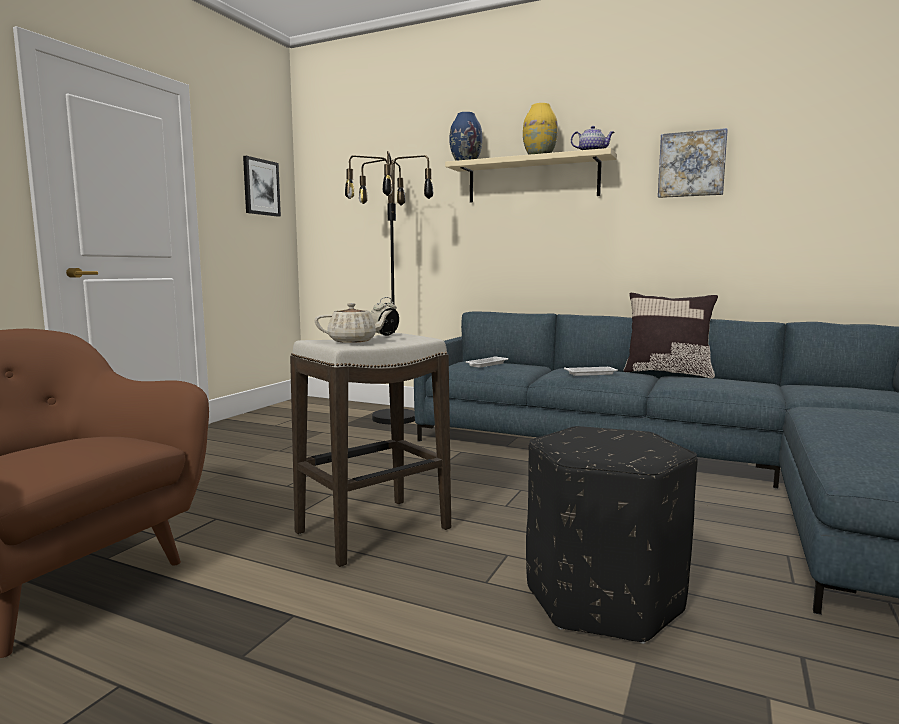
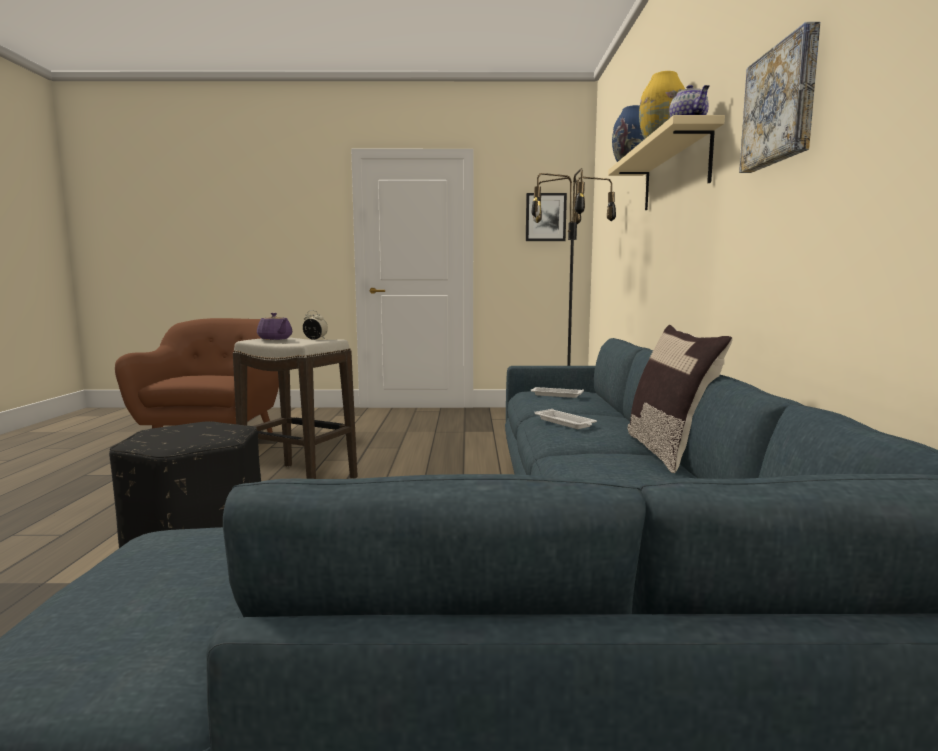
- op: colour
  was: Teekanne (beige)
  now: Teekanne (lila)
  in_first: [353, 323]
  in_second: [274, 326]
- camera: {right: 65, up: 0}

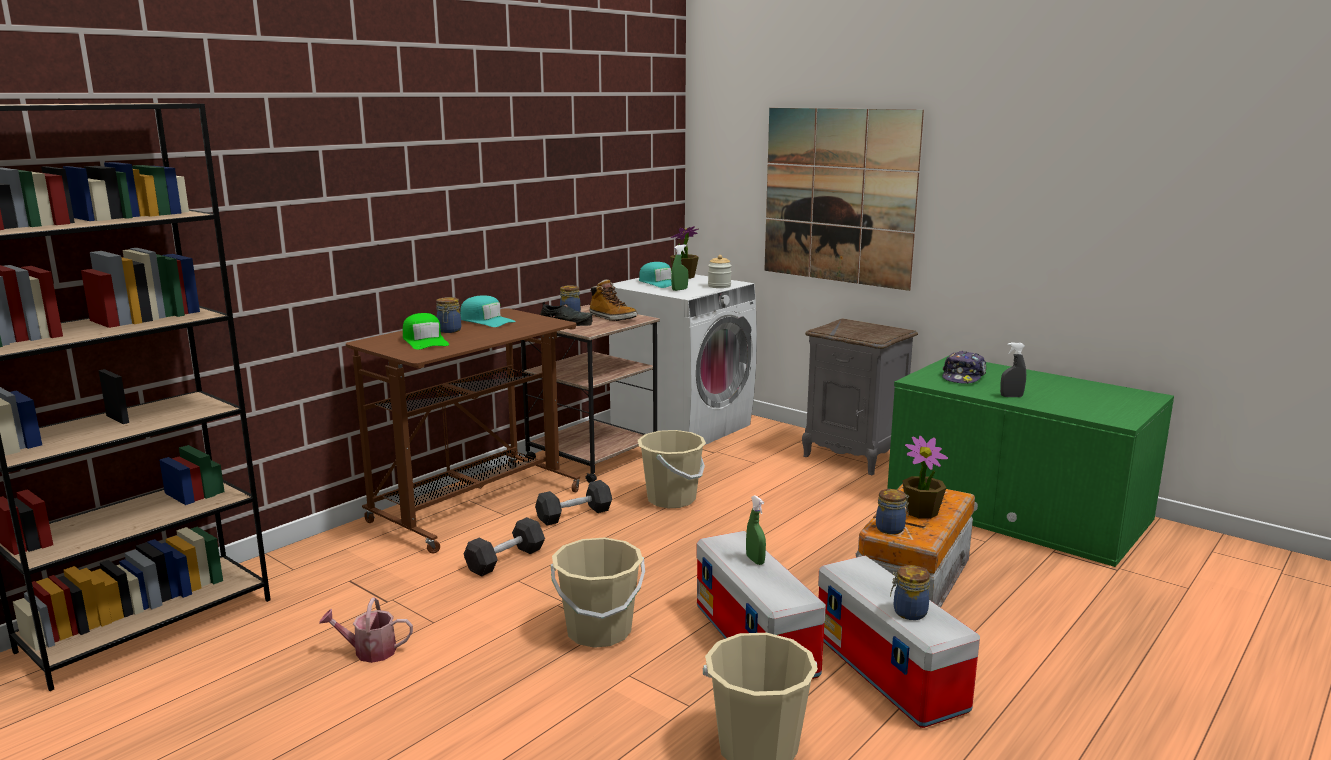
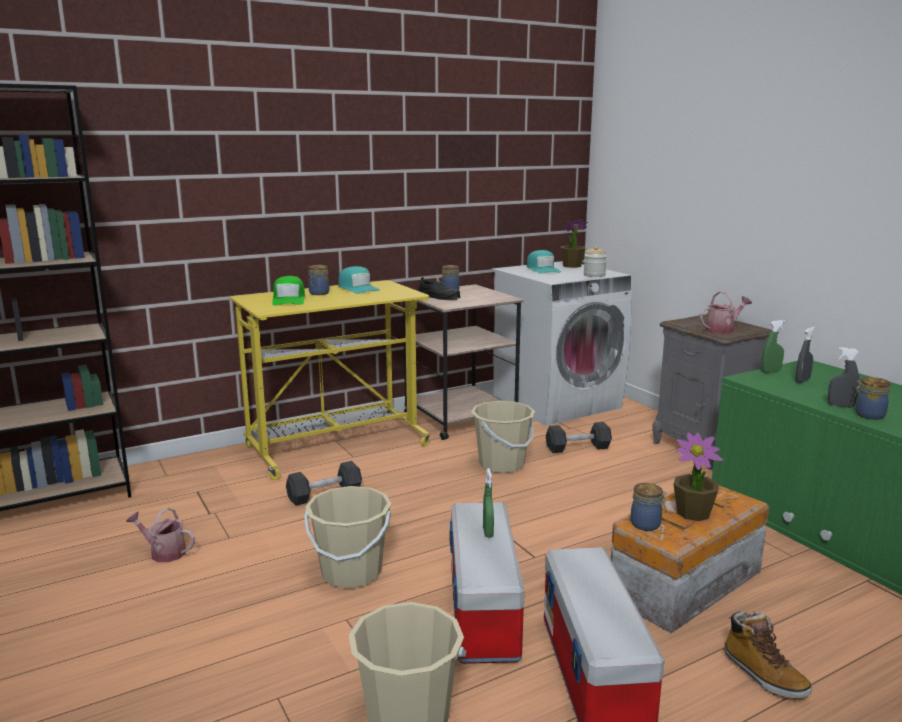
- op: colour
  was: Schreibtisch (braun)
  now: Schreibtisch (gelb)
  in_first: [463, 430]
  in_second: [329, 380]
- op: relocated
  was: Hantel (schwarz)
  in_first: [573, 503]
  in_second: [579, 437]
- op: relocated
  was: Stiefel
  in_first: [613, 300]
  in_second: [768, 654]
- op: relocated
  was: Sprühflasche (grün)
  in_first: [679, 267]
  in_second: [773, 346]
- op: missing
  was: Bild
  in_first: [844, 199]
- op: relocated
  was: Vorratsglas
  in_first: [910, 592]
  in_second: [872, 398]
- op: exchanged
  was: Kappe
  now: Sprühflasche (grau)
  in_first: [964, 367]
  in_second: [805, 355]
- op: appeared
  now: Gießkanne
  in_second: [726, 312]
- camera: {right: 20, up: 0}

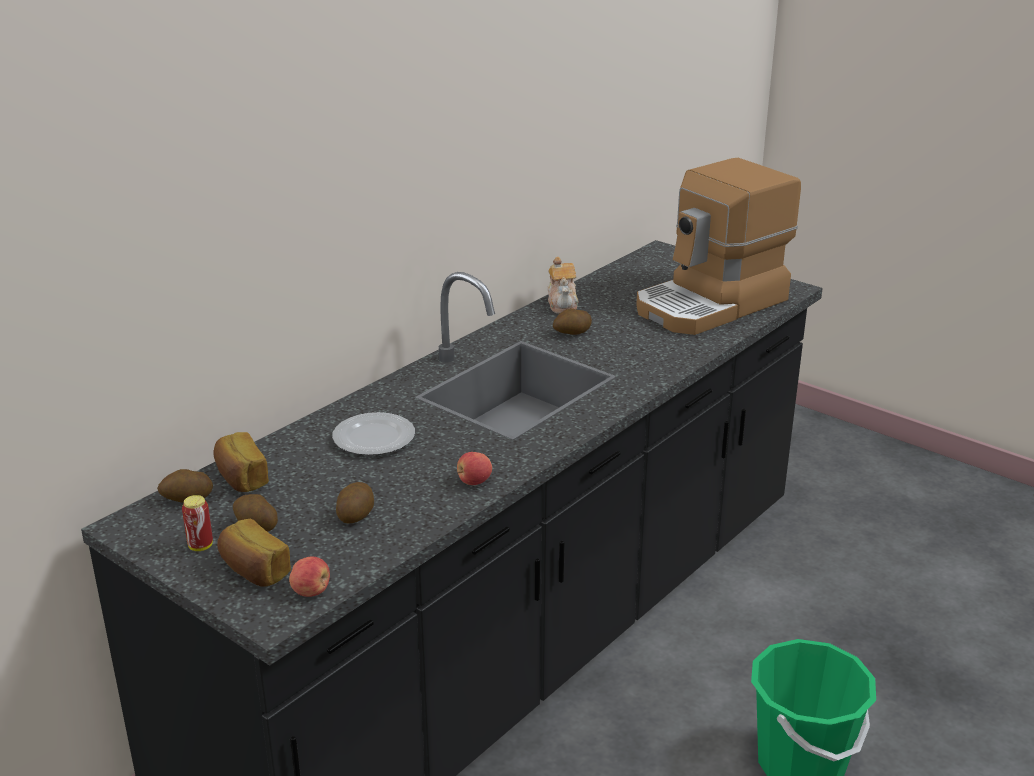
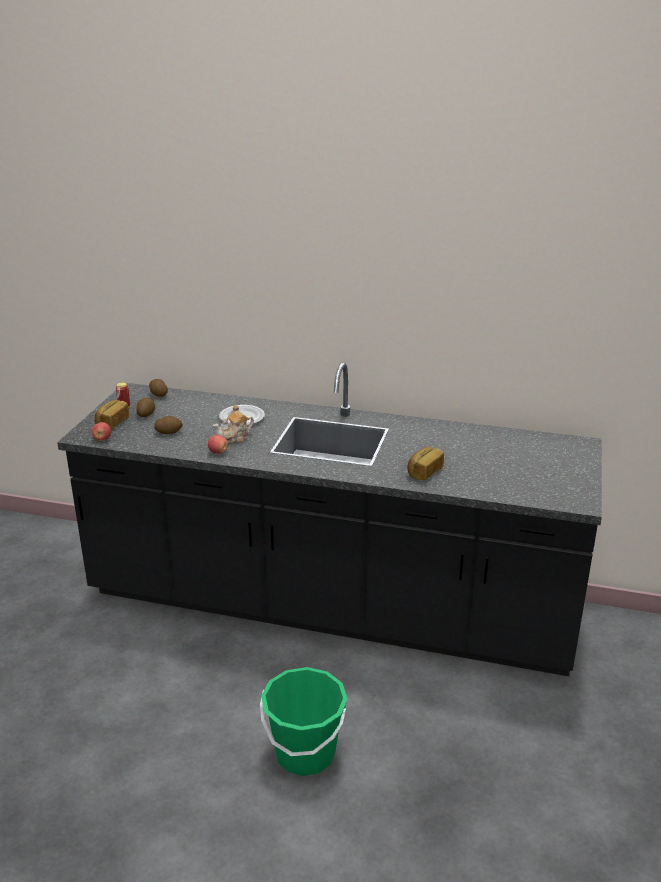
- op: relocated
  was: Brot
  in_first: [241, 462]
  in_second: [425, 463]
- op: relocated
  was: Teekanne
  in_first: [563, 285]
  in_second: [233, 424]
- op: missing
  was: Kartoffel
  in_first: [572, 322]
- op: missing
  was: Kaffeemaschine
  in_first: [718, 246]
- camera: {right: 65, up: 0}

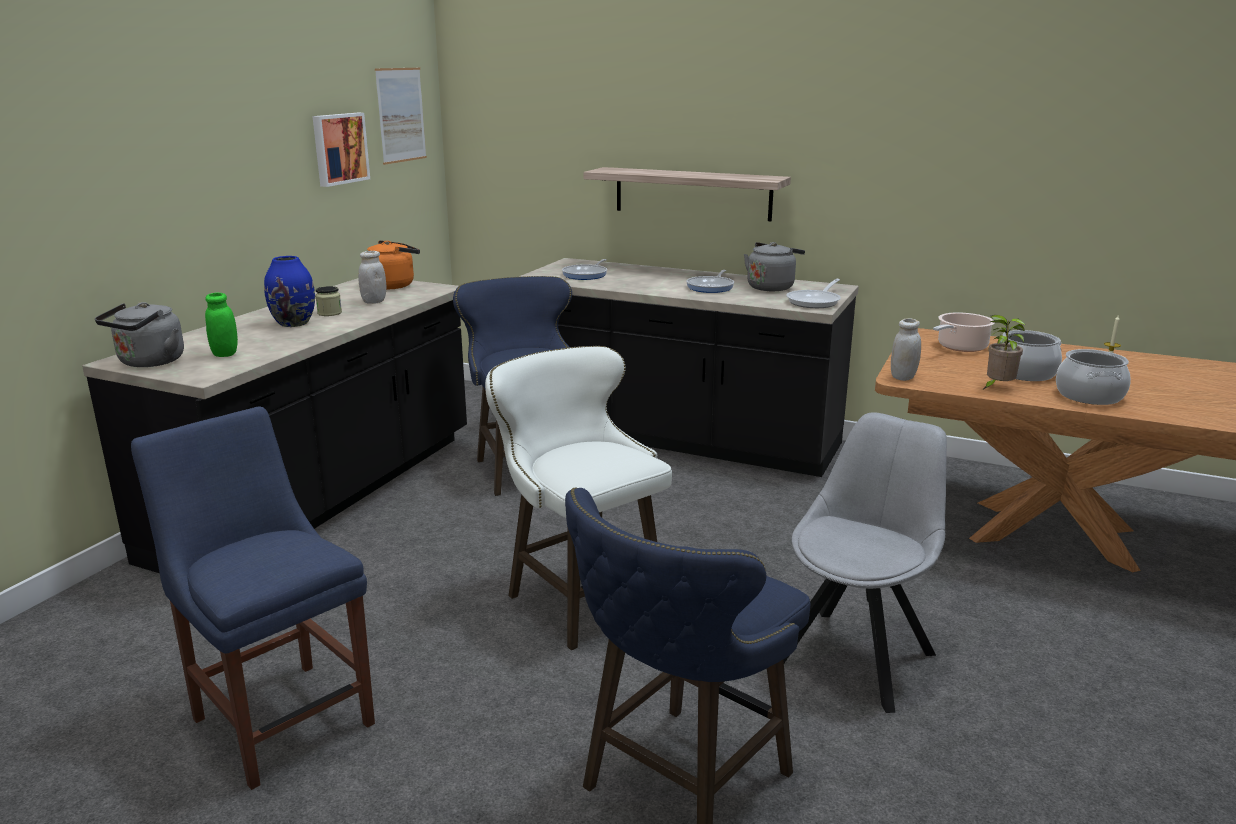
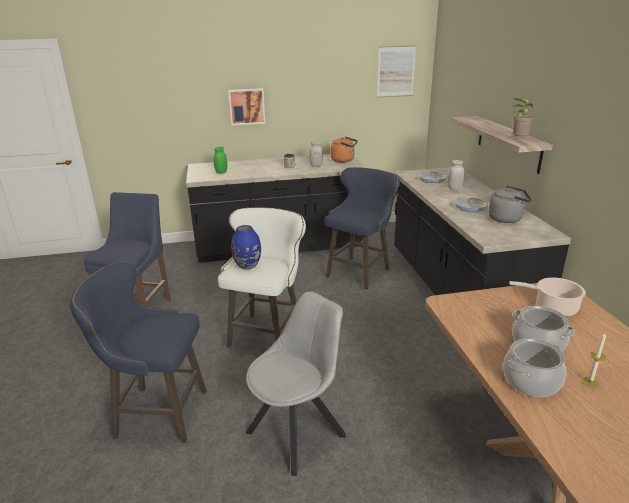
- op: missing
  was: Wasserkessel (grau)
  in_first: [139, 334]
- op: relocated
  was: Vase (blau)
  in_first: [289, 291]
  in_second: [246, 247]
- op: relocated
  was: Bild
  in_first: [341, 150]
  in_second: [246, 106]
- op: spun
  was: Stuhl (grau)
  in_first: [865, 562]
  in_second: [296, 383]
  clockwise: -45
- op: missing
  was: Pfanne
  in_first: [813, 293]
- op: relocated
  was: Vorratsglas (weiß)
  in_first: [906, 349]
  in_second: [456, 175]
- op: relocated
  was: Topfpflanze
  in_first: [1004, 352]
  in_second: [521, 117]
- camera: {right: 55, up: 5}

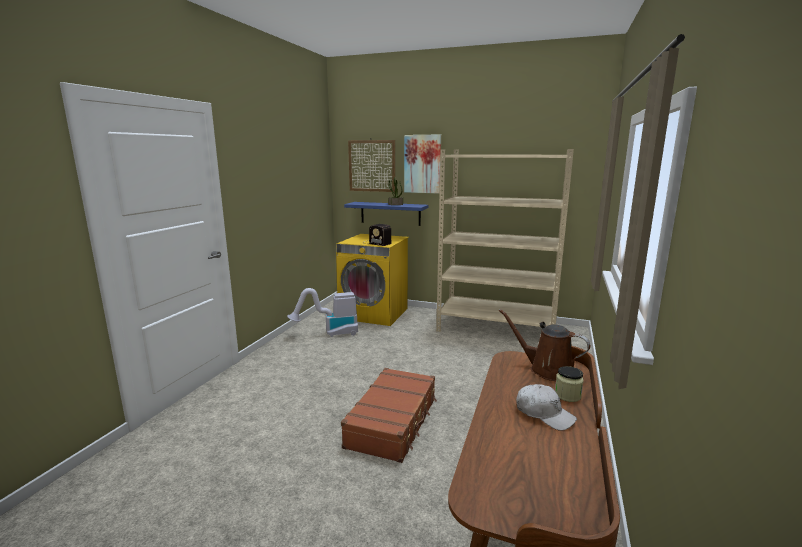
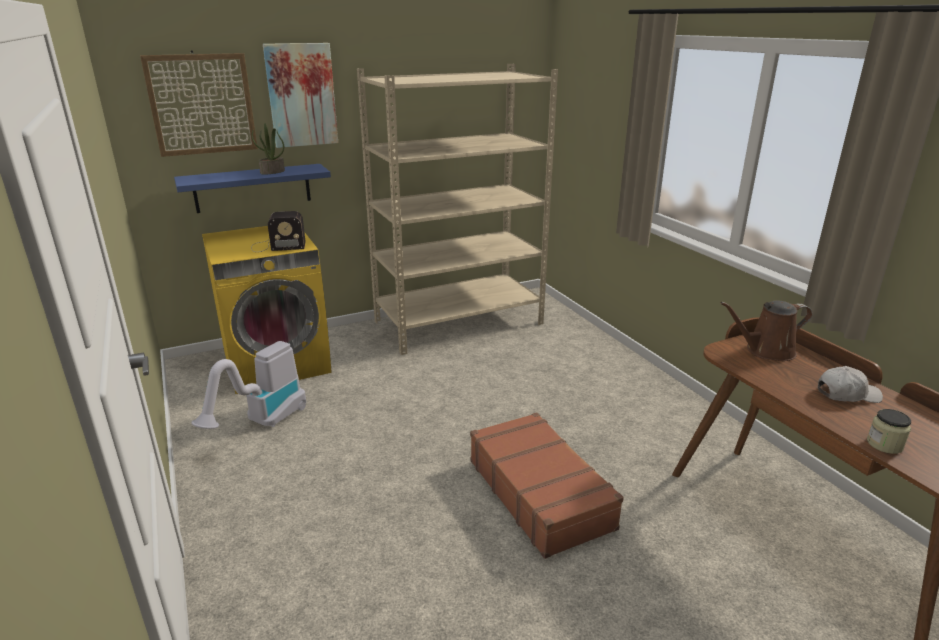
- op: relocated
  was: Vorratsglas
  in_first: [569, 384]
  in_second: [889, 431]
- camera: {right: -45, up: 10}

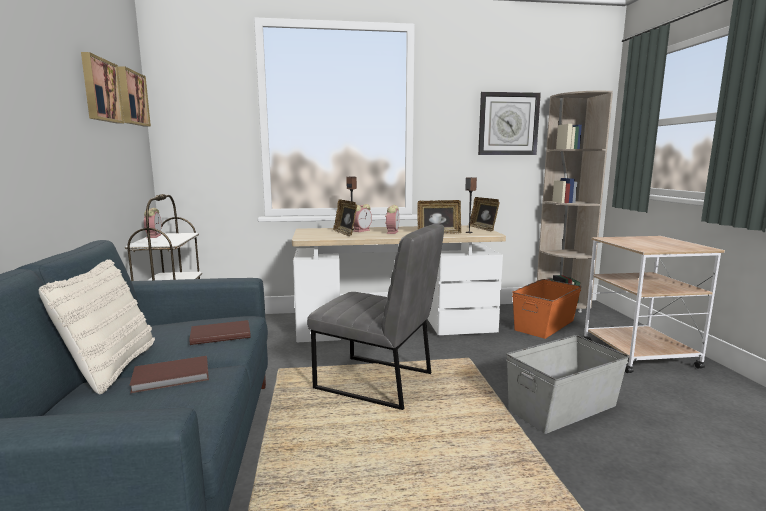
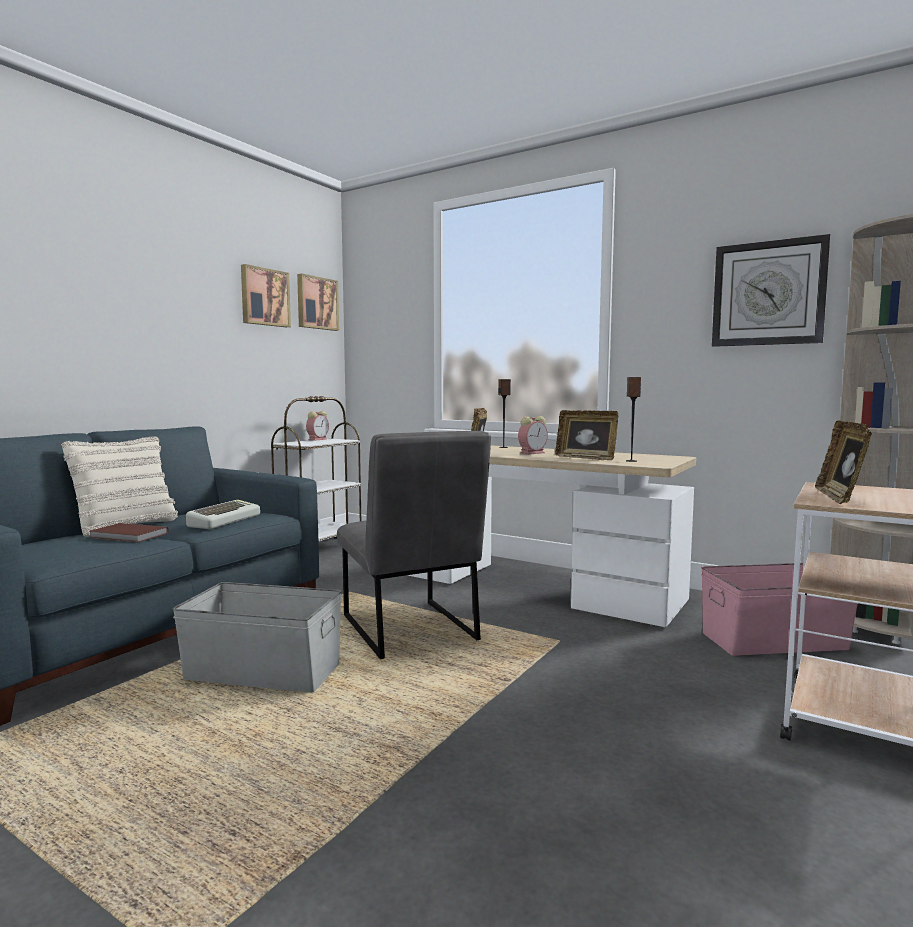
- op: exchanged
  was: Buch (braun)
  now: Tastatur
  in_first: [220, 332]
  in_second: [223, 514]
- op: missing
  was: Wecker
  in_first: [362, 218]
- op: relocated
  was: Bilderrahmen
  in_first: [485, 214]
  in_second: [843, 462]
- op: relocated
  was: Aufbewahrungsbox (grau)
  in_first: [567, 384]
  in_second: [257, 637]
- op: colour
  was: Aufbewahrungsbox (orange)
  now: Aufbewahrungsbox (rosa)
  in_first: [547, 309]
  in_second: [779, 609]
- camera: {right: 40, up: -5}

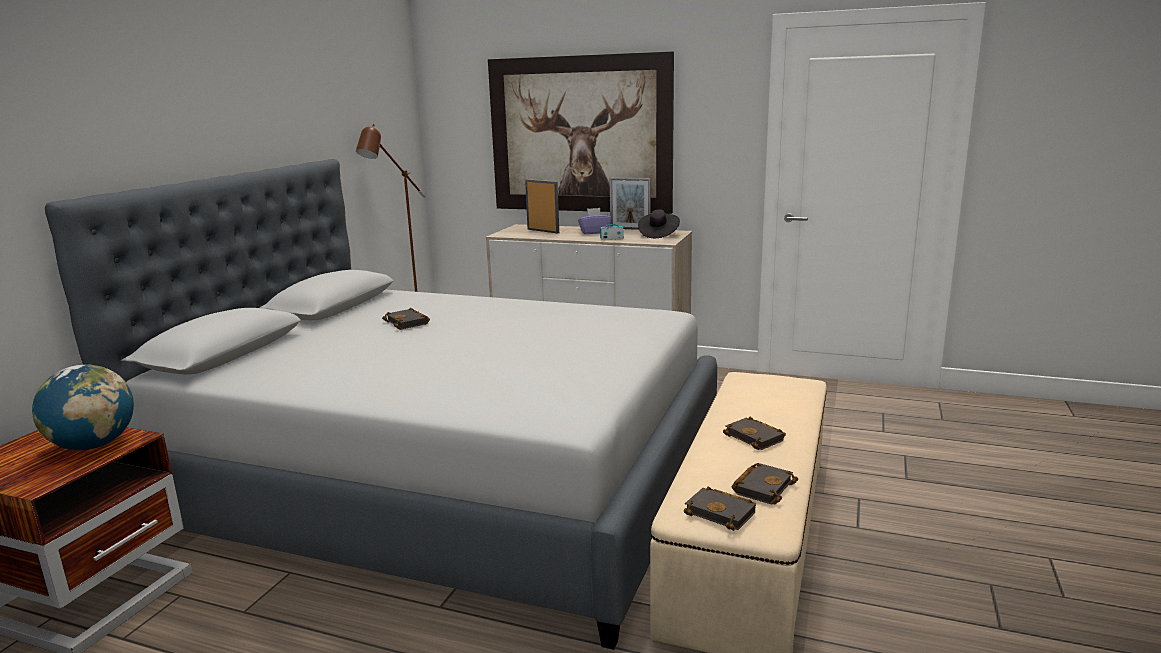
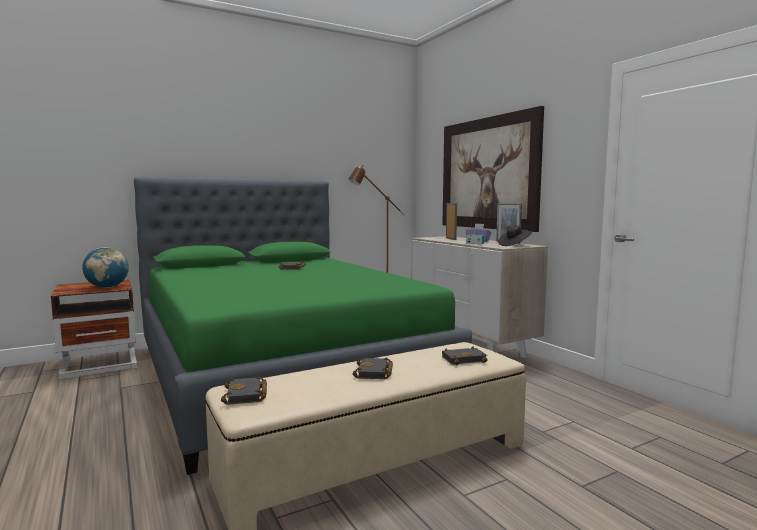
- op: colour
  was: Bett (grau)
  now: Bett (grün)
  in_first: [381, 404]
  in_second: [303, 326]
- op: relocated
  was: Buch (schwarz)
  in_first: [764, 484]
  in_second: [465, 356]
- camera: {right: 40, up: -10}

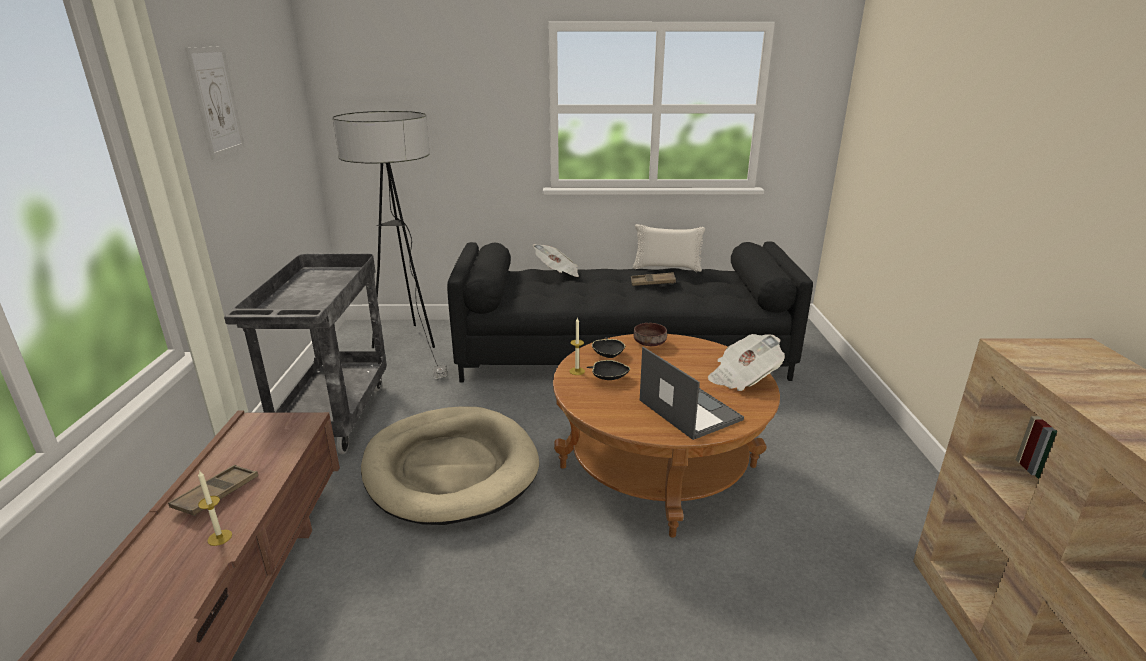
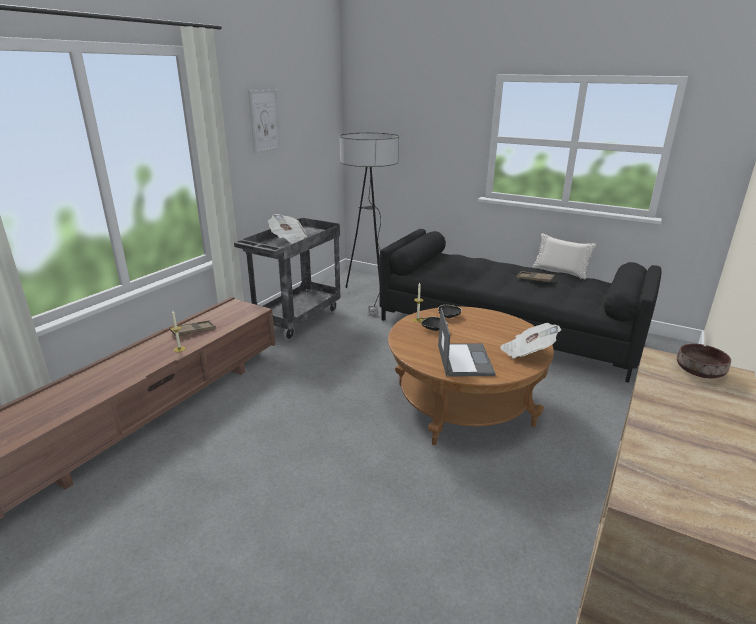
- op: missing
  was: Hundebett (beige)
  in_first: [450, 466]
- op: relocated
  was: Zeitung
  in_first: [556, 260]
  in_second: [287, 229]
- op: relocated
  was: Schüssel (braun)
  in_first: [650, 334]
  in_second: [704, 361]
- camera: {right: 30, up: 0}

